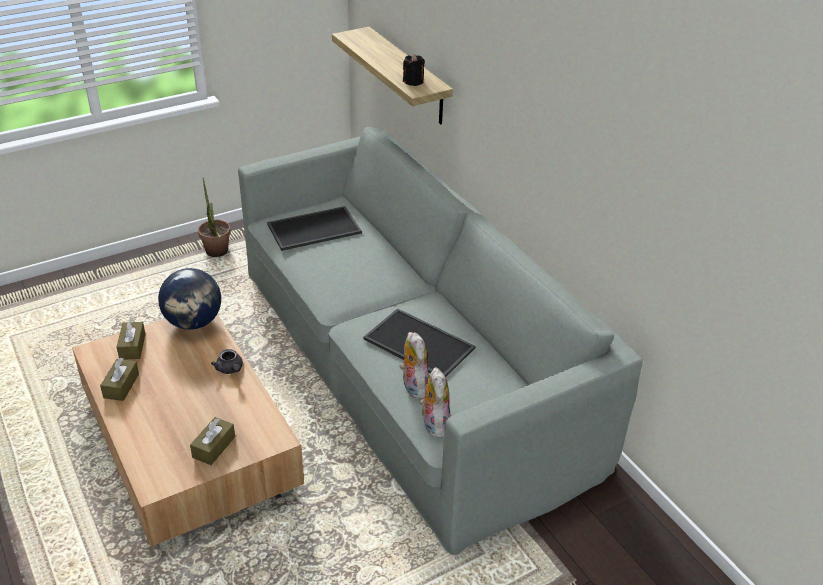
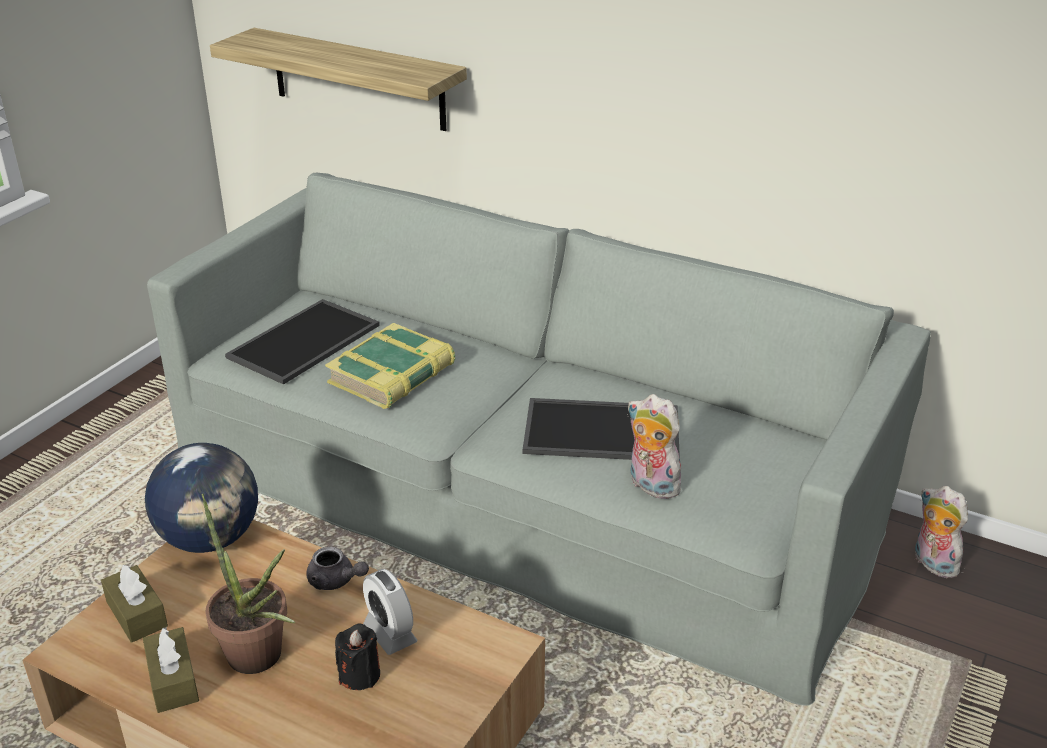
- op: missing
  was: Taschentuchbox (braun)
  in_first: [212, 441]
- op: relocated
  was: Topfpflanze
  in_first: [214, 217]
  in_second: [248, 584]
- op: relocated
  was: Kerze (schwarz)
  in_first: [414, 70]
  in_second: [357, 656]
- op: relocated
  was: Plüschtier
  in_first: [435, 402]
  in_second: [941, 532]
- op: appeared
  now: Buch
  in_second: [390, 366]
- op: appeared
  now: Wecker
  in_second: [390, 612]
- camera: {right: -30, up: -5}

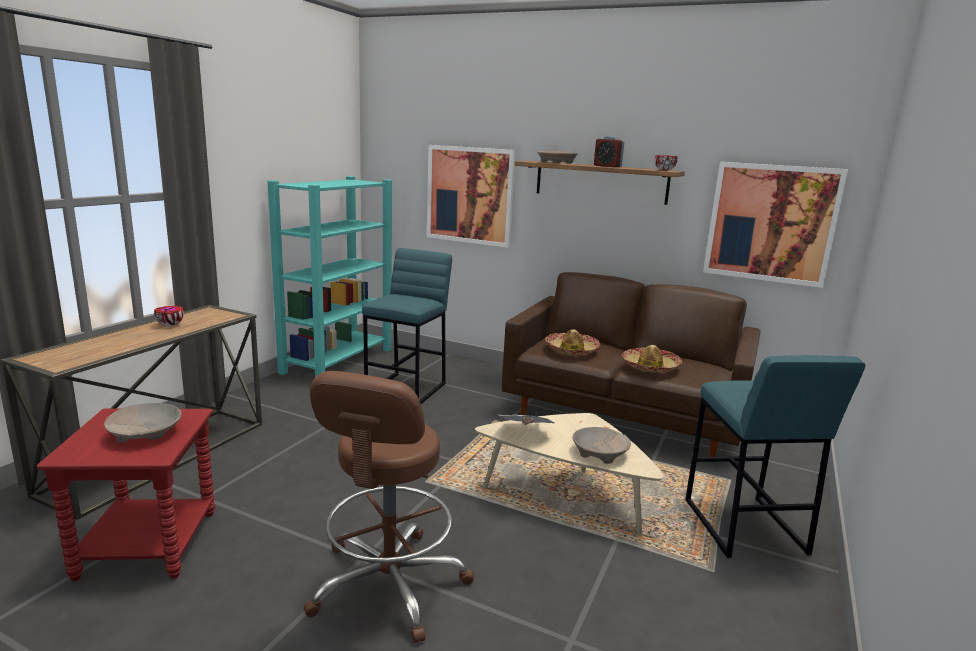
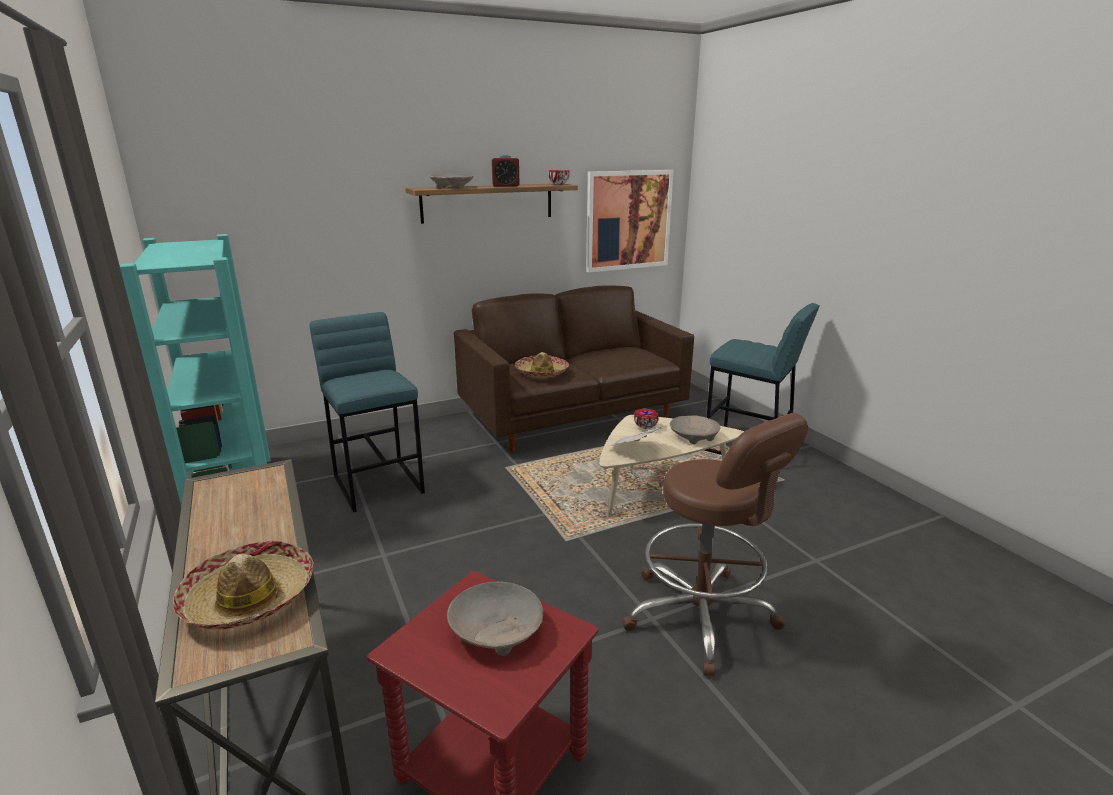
- op: relocated
  was: Schüssel
  in_first: [169, 316]
  in_second: [646, 419]
- op: missing
  was: Bild
  in_first: [471, 196]
- op: relocated
  was: Hut
  in_first: [652, 358]
  in_second: [243, 585]
- camera: {right: -50, up: 5}

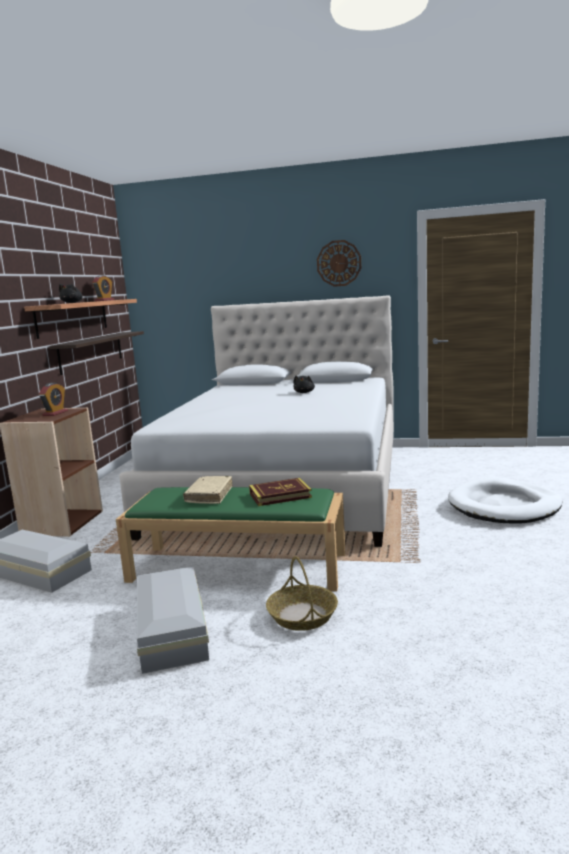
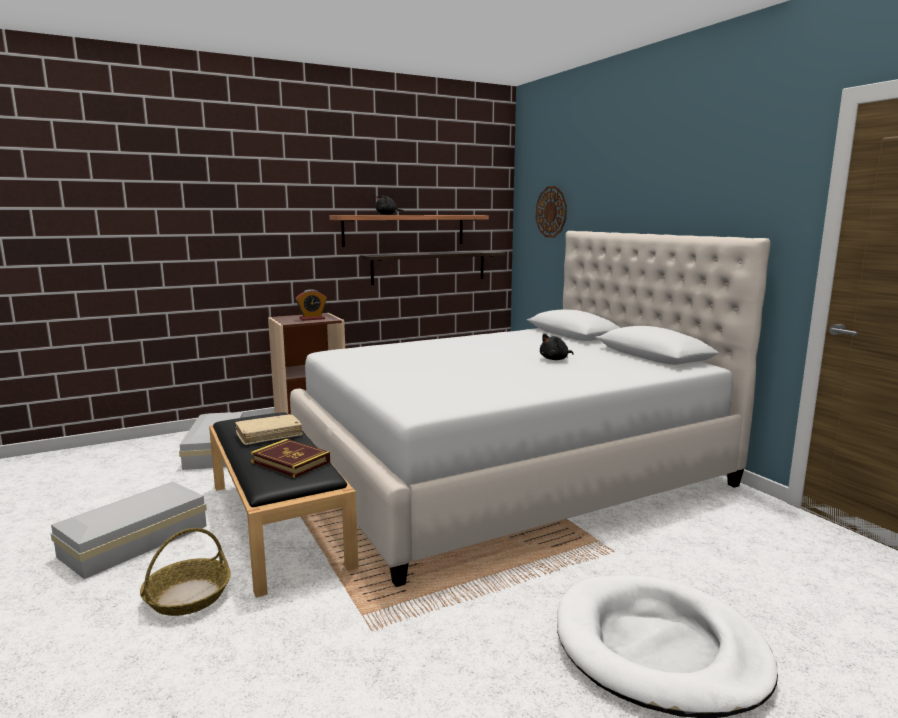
- op: missing
  was: Wecker
  in_first: [103, 288]
- op: colour
  was: Bank (grün)
  now: Bank (schwarz)
  in_first: [230, 539]
  in_second: [284, 505]
- op: relocated
  was: Wanduhr
  in_first: [339, 263]
  in_second: [551, 212]
- camera: {right: 50, up: 0}

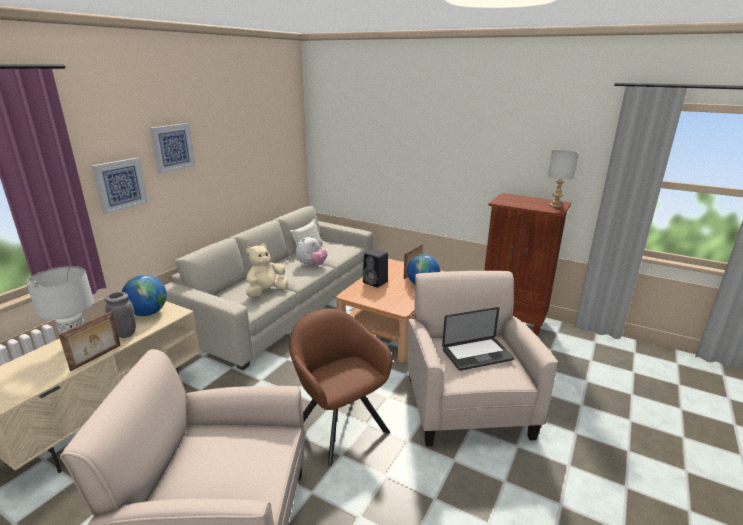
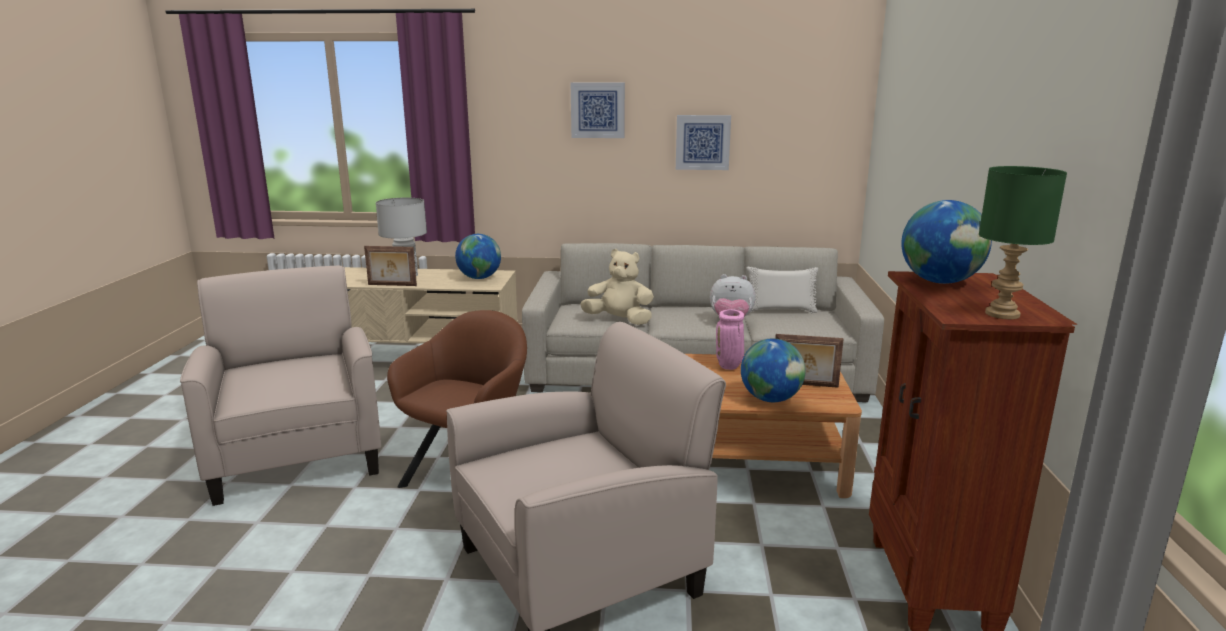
- op: relocated
  was: Bild
  in_first: [120, 186]
  in_second: [703, 142]
- op: missing
  was: Vase (grau)
  in_first: [120, 315]
- op: exchanged
  was: Lautsprecher (schwarz)
  now: Vase (rosa)
  in_first: [375, 268]
  in_second: [730, 339]
- op: missing
  was: Laptop
  in_first: [478, 339]
- op: colour
  was: Tischlampe (grau)
  now: Tischlampe (grün)
  in_first: [563, 179]
  in_second: [1023, 242]
- op: appeared
  now: Globus
  in_second: [946, 242]
- camera: {right: 65, up: -5}

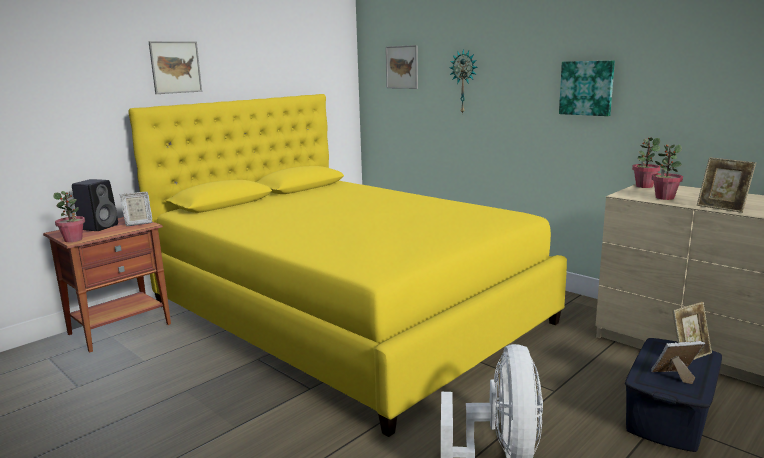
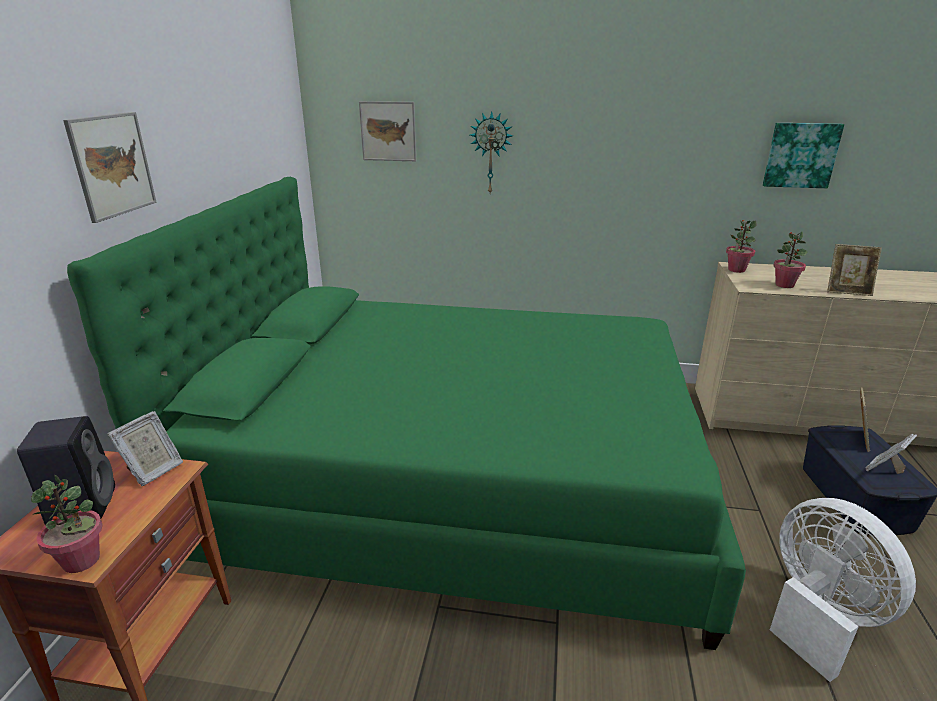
- op: colour
  was: Bett (gelb)
  now: Bett (grün)
  in_first: [347, 265]
  in_second: [406, 413]
- op: relocated
  was: Bild
  in_first: [587, 88]
  in_second: [803, 155]
- camera: {right: -35, up: 10}

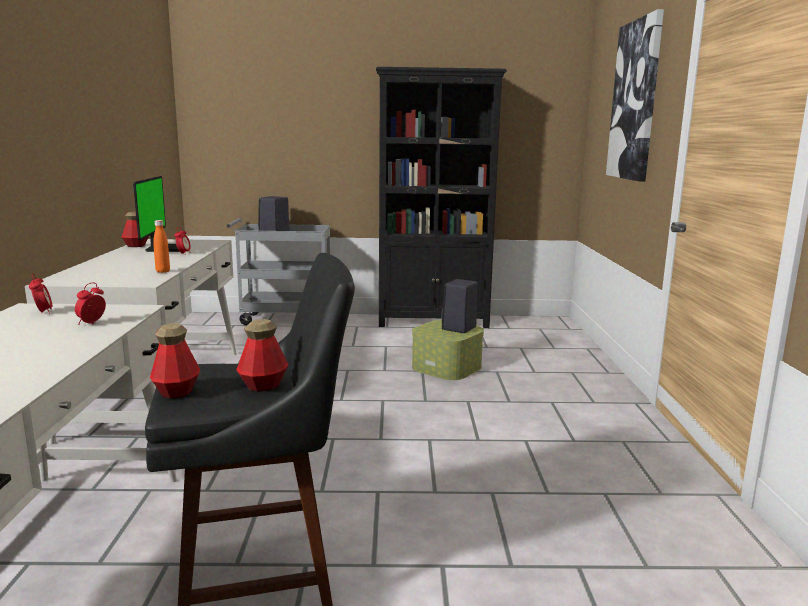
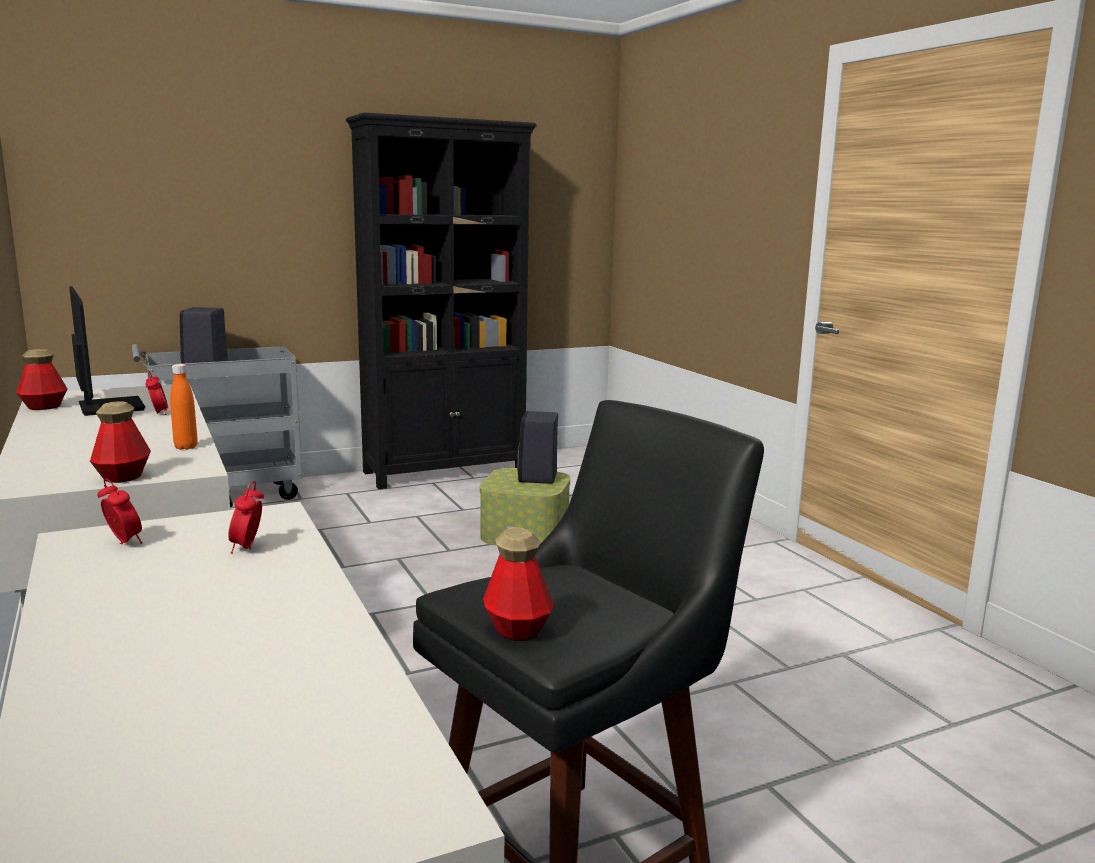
- op: relocated
  was: Flasche
  in_first: [262, 355]
  in_second: [120, 442]
- op: missing
  was: Bild
  in_first: [635, 95]
- camera: {right: -25, up: 0}

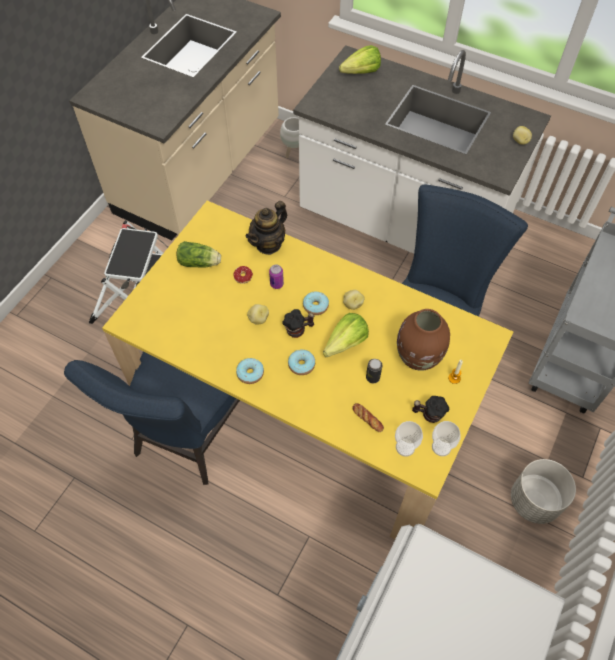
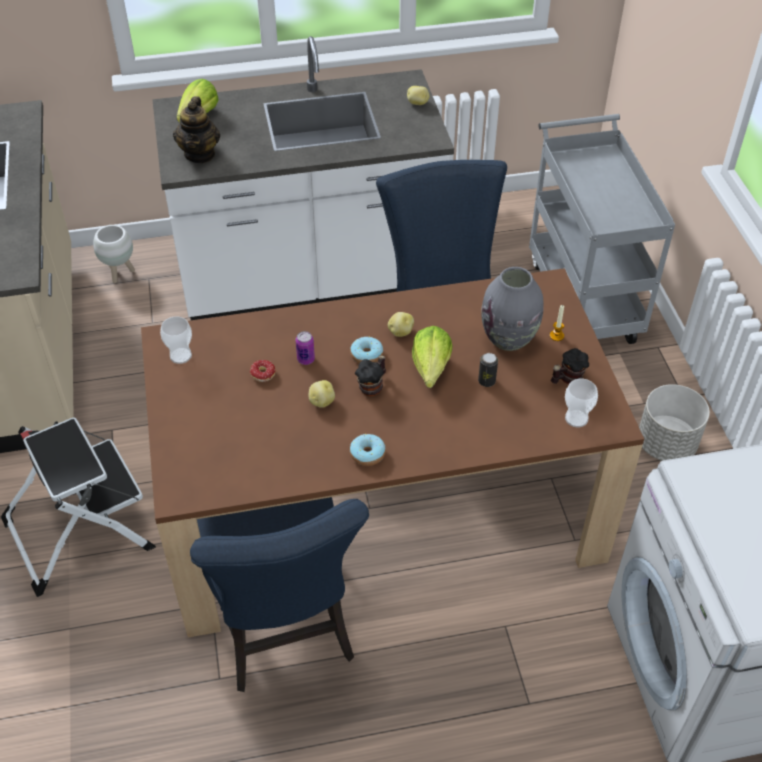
- op: colour
  was: Esstisch (gelb)
  now: Esstisch (braun)
  in_first: [307, 370]
  in_second: [392, 452]
- op: missing
  was: Salatkopf
  in_first: [198, 254]
- op: relocated
  was: Teekanne
  in_first: [266, 228]
  in_second: [196, 129]
- op: missing
  was: Donut
  in_first: [301, 362]
- op: missing
  was: Brot
  in_first: [368, 417]
- op: colour
  was: Vase (braun)
  now: Vase (grau)
  in_first: [423, 340]
  in_second: [513, 309]
- op: relocated
  was: Tasse
  in_first: [446, 438]
  in_second: [176, 340]
- camera: {right: -40, up: -10}

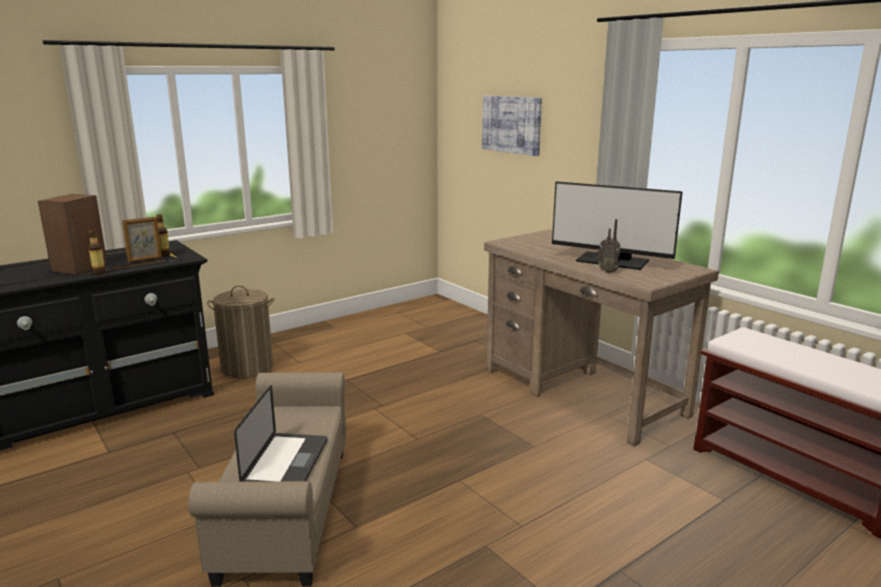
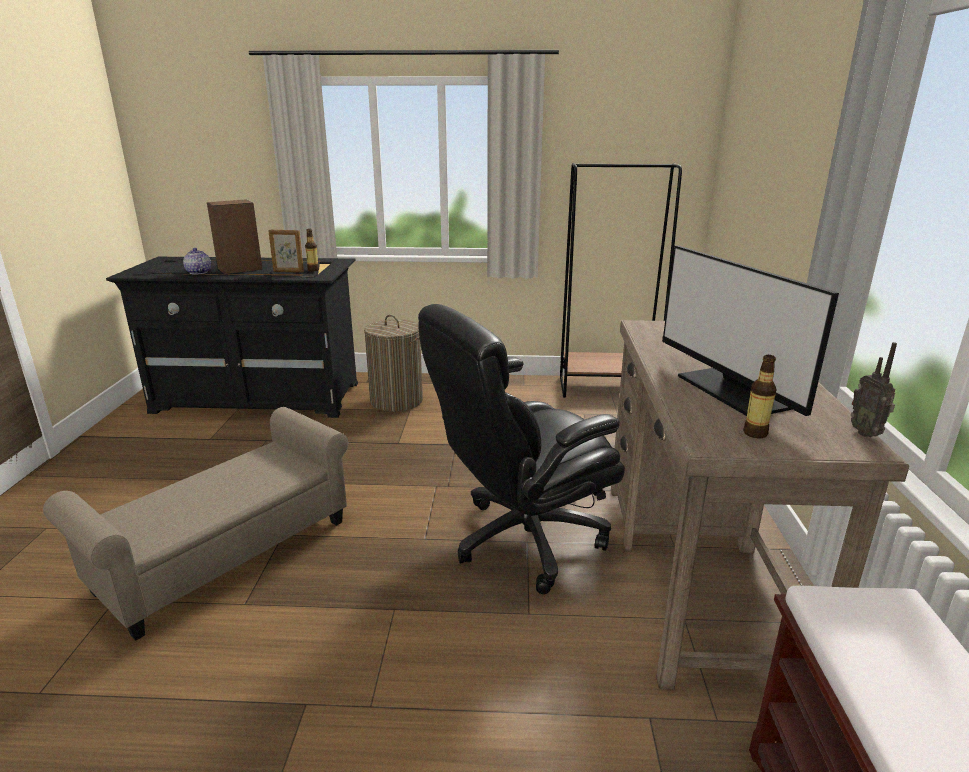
- op: relocated
  was: Flasche
  in_first: [97, 252]
  in_second: [760, 396]
- op: missing
  was: Laptop
  in_first: [280, 433]
- op: missing
  was: Bild
  in_first: [512, 125]
- op: relocated
  was: Radio
  in_first: [609, 246]
  in_second: [874, 389]
- op: appeared
  now: Teekanne
  in_second: [197, 261]
- op: appeared
  now: Bürostuhl (schwarz)
  in_second: [521, 449]
- op: appeared
  now: Kleiderständer
  in_second: [621, 280]
- camera: {right: 40, up: 5}

